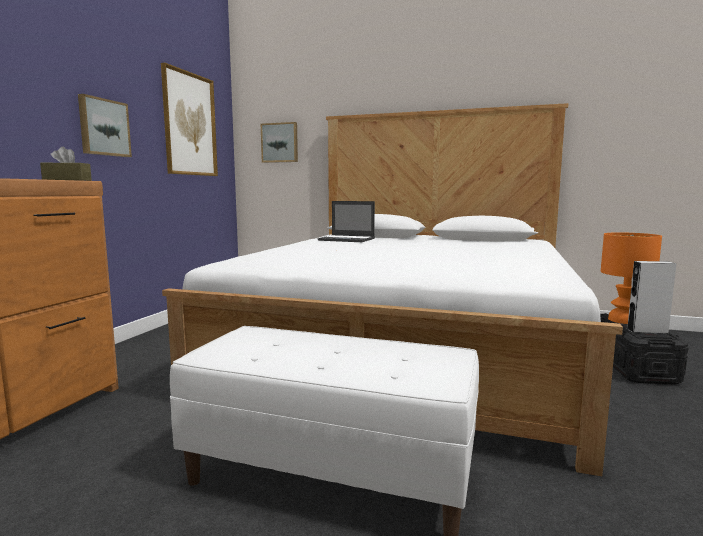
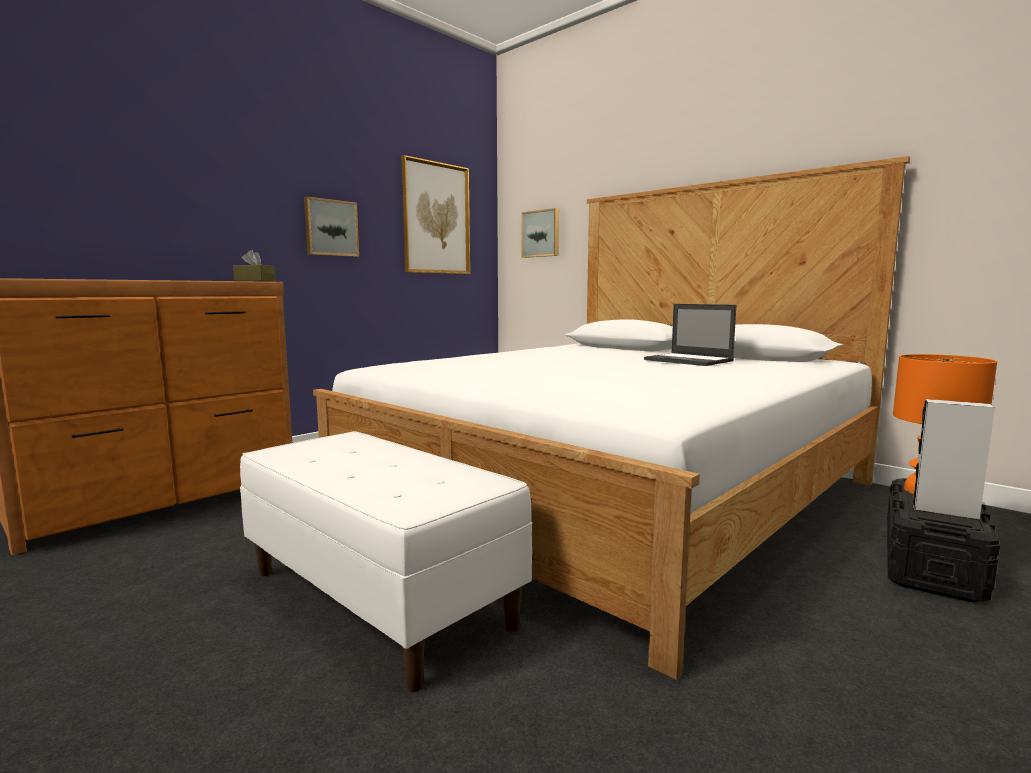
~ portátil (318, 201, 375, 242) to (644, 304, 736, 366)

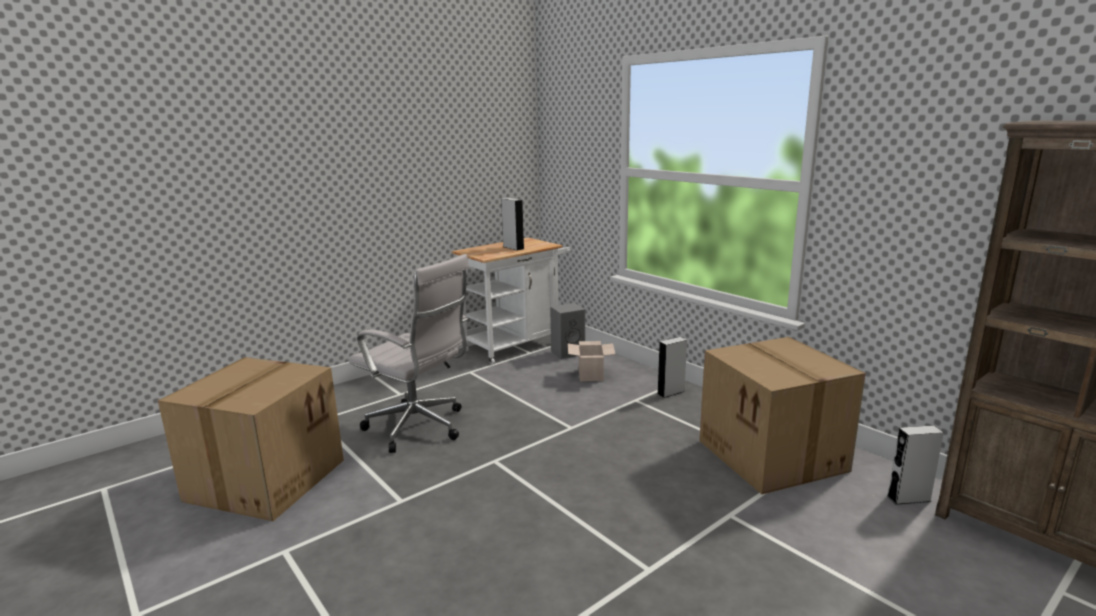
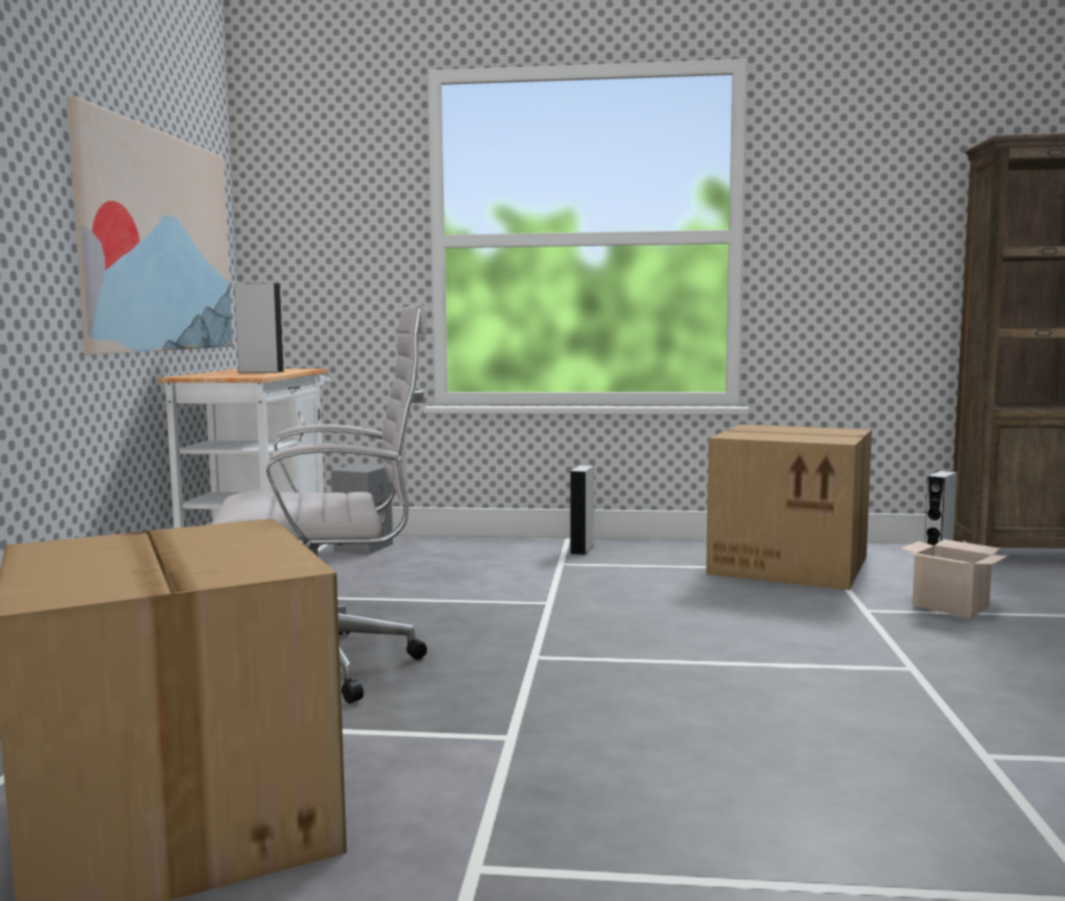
+ cuadro (67, 96, 233, 355)
~ caja de cartón (568, 341, 615, 381) to (900, 539, 1008, 618)

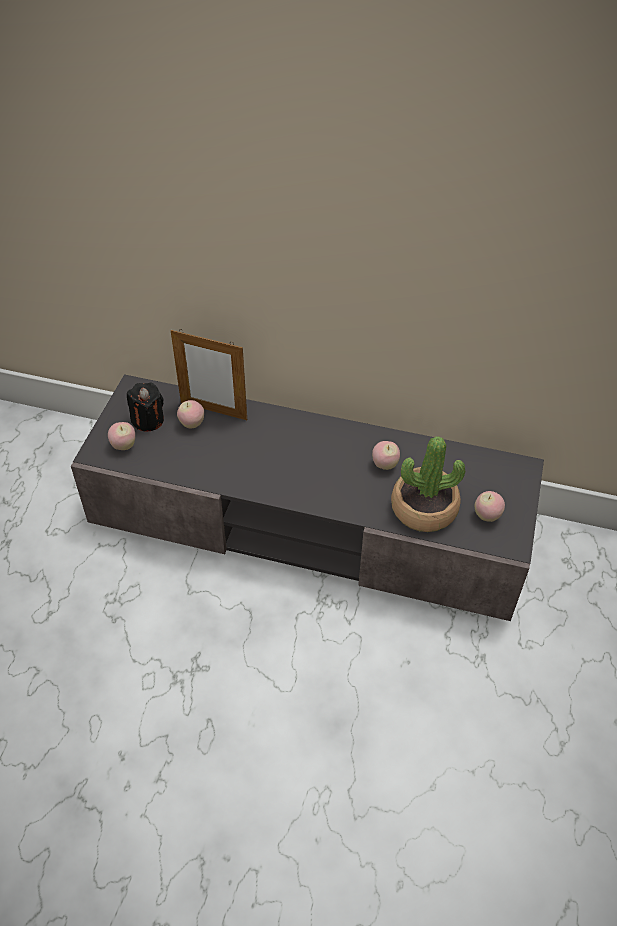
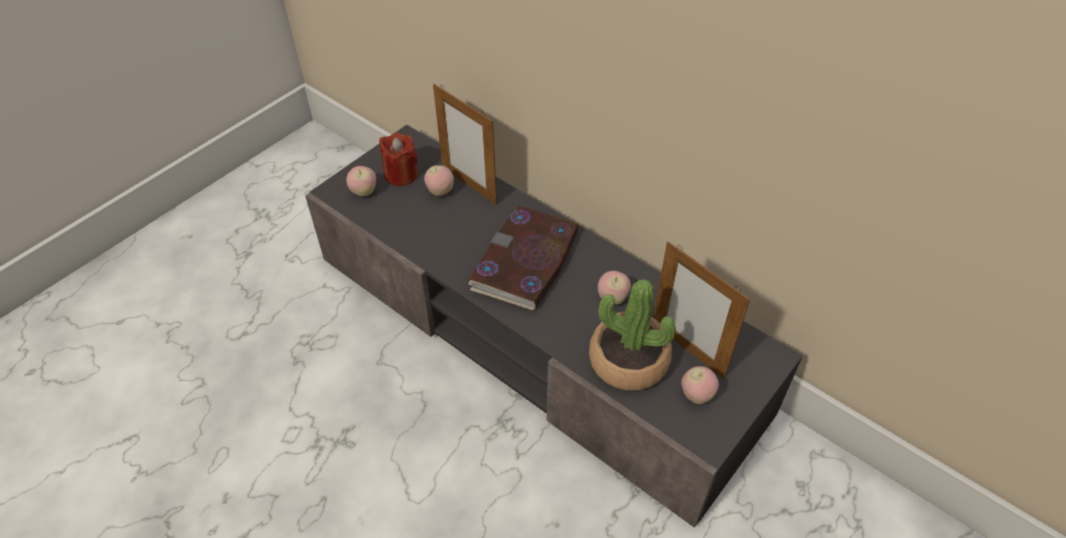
~ vela (negro) (127, 382, 164, 432) to vela (rojo) (379, 133, 418, 186)
+ libro (468, 206, 578, 311)
+ portarretratos (653, 242, 750, 379)

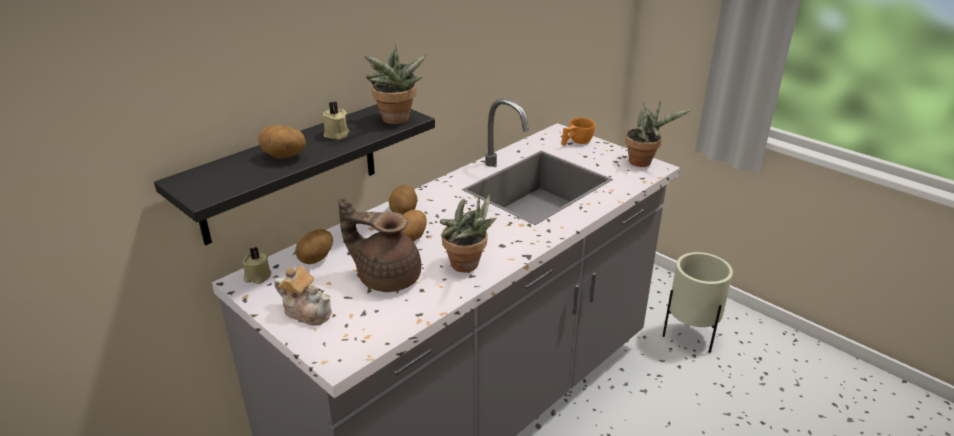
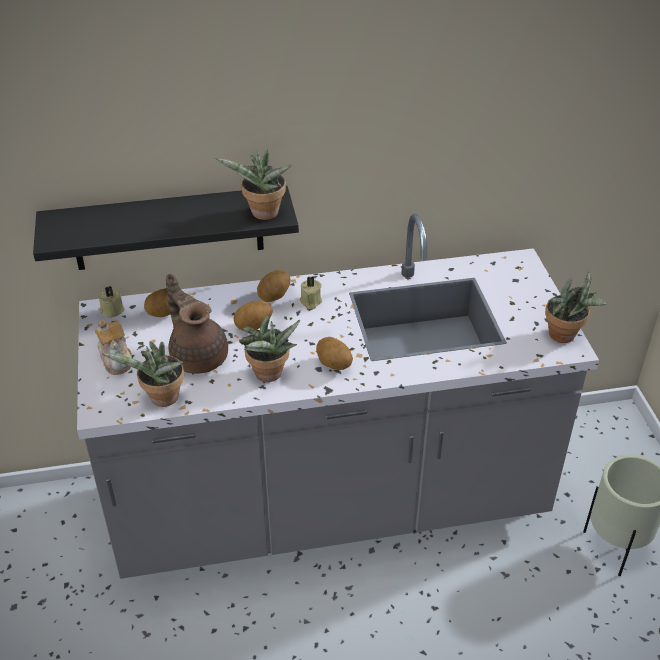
+ planta en maceta (101, 341, 184, 407)
~ vela (beis) (323, 101, 349, 140) to (300, 276, 322, 309)
~ patata (258, 126, 306, 158) to (316, 337, 353, 370)
- taza (naranja) (561, 118, 595, 145)

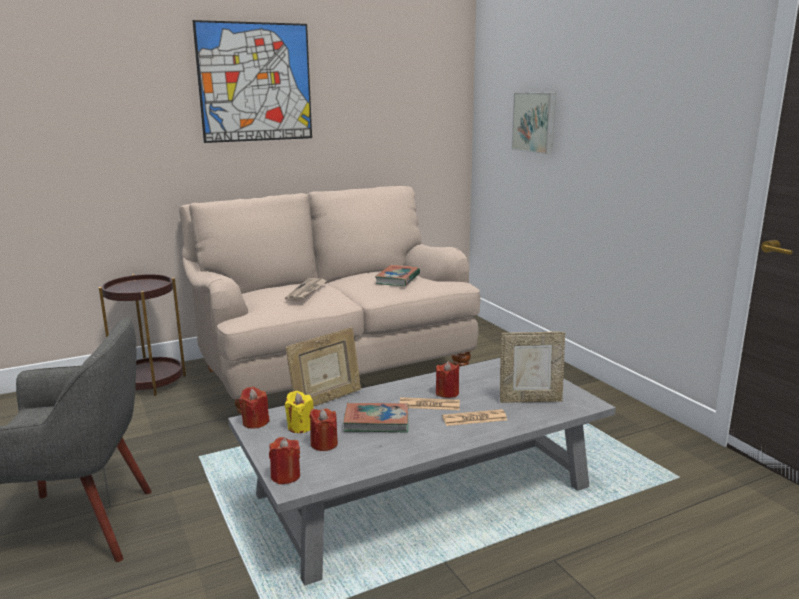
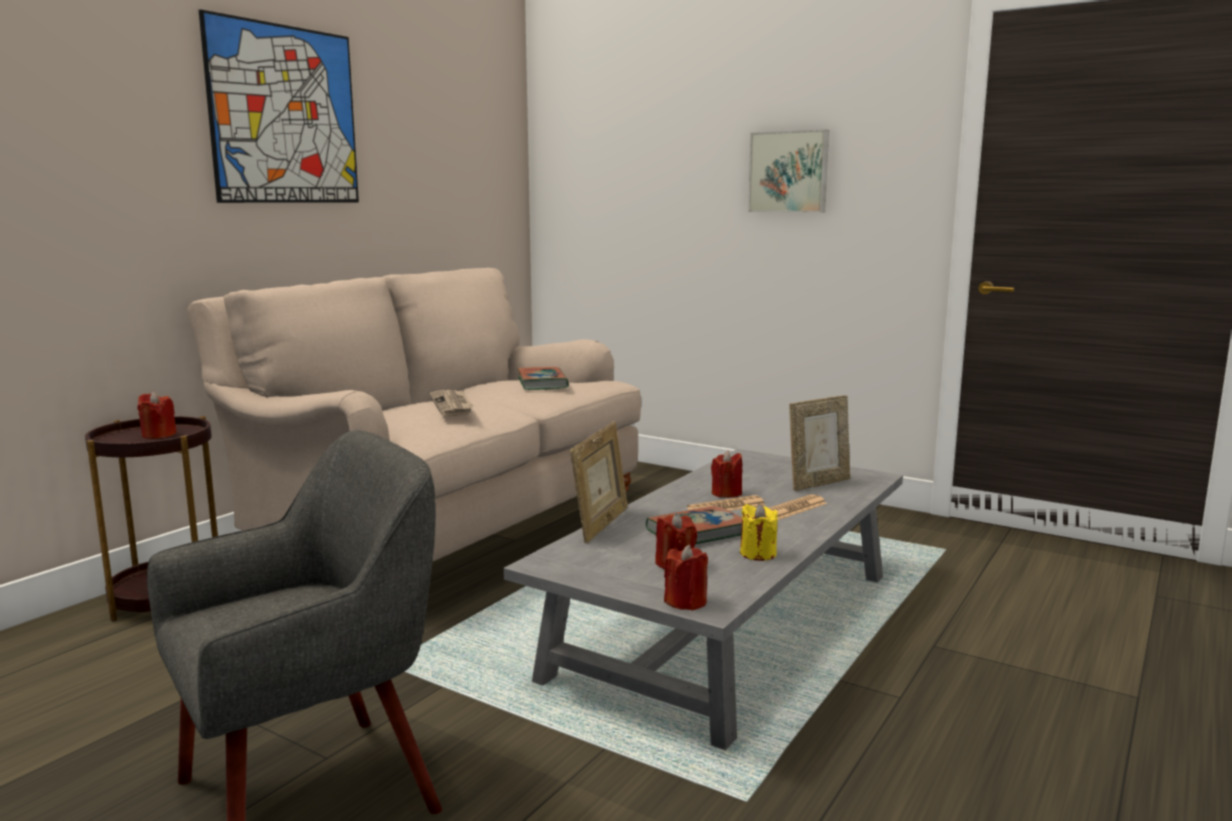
~ vela (rojo) (239, 387, 270, 429) to (137, 392, 177, 439)
~ vela (amarillo) (285, 391, 313, 433) to (740, 504, 778, 561)
~ cuadro (511, 92, 556, 154) to (748, 129, 829, 213)

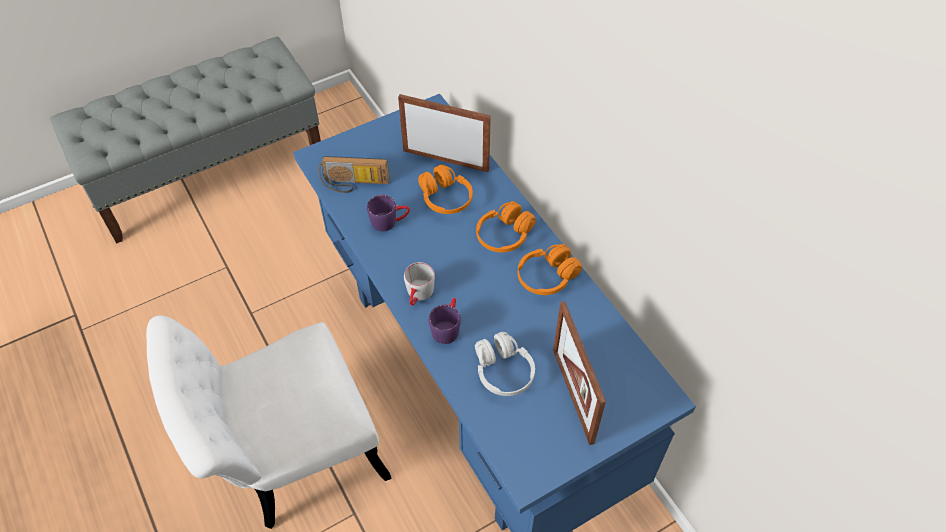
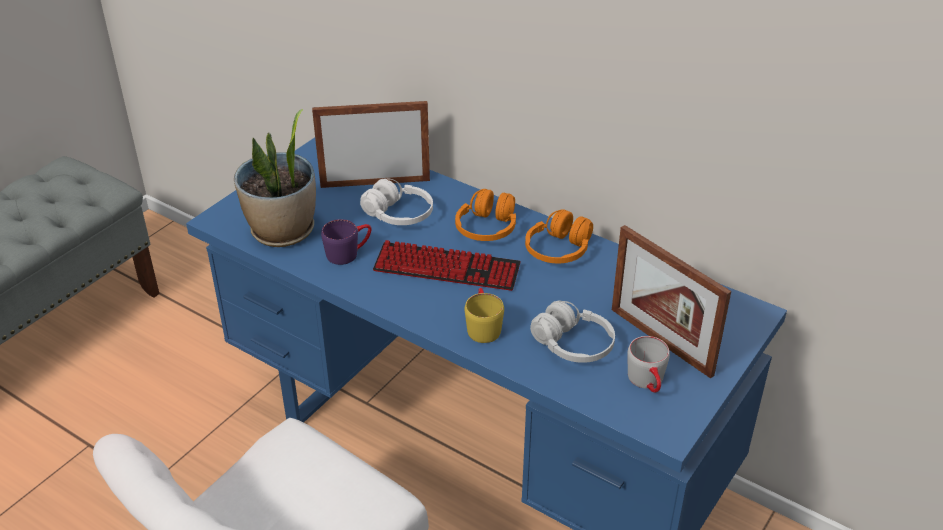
~ radio (319, 156, 389, 193) to planta en maceta (234, 109, 316, 247)
~ auriculares (naranja) (418, 165, 473, 214) to auriculares (blanco) (360, 179, 433, 225)
+ teclado (373, 240, 521, 291)
~ taza grande (morado) (429, 298, 461, 344) to taza grande (amarillo) (465, 288, 504, 343)
~ taza grande (gris) (404, 262, 435, 306) to (628, 336, 670, 393)

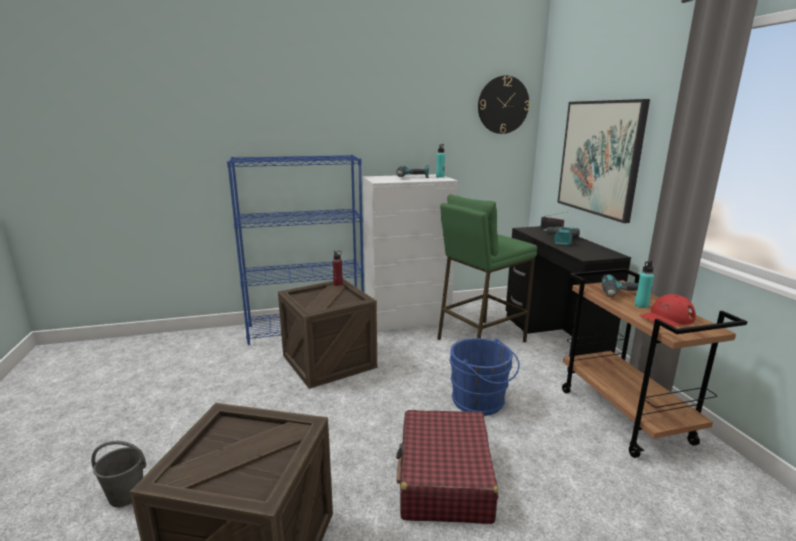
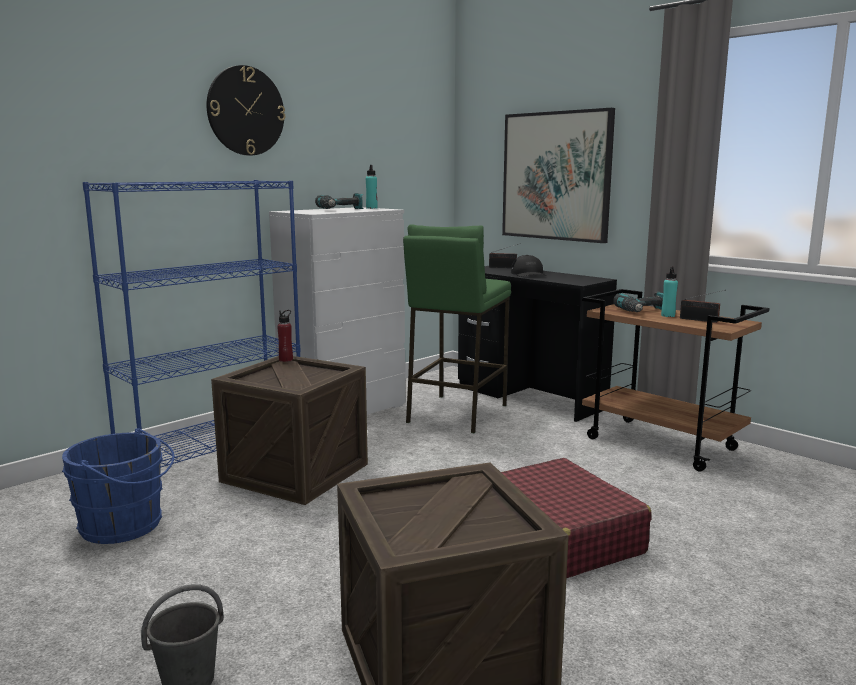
~ cubo (azul) (449, 338, 520, 416) to (62, 428, 174, 544)
~ reloj de pared (478, 75, 530, 134) to (207, 65, 285, 156)
~ taladro (543, 227, 580, 245) to gorra (negro) (511, 255, 547, 277)
~ gorra (rojo) (640, 294, 696, 327) to radio (680, 290, 725, 323)

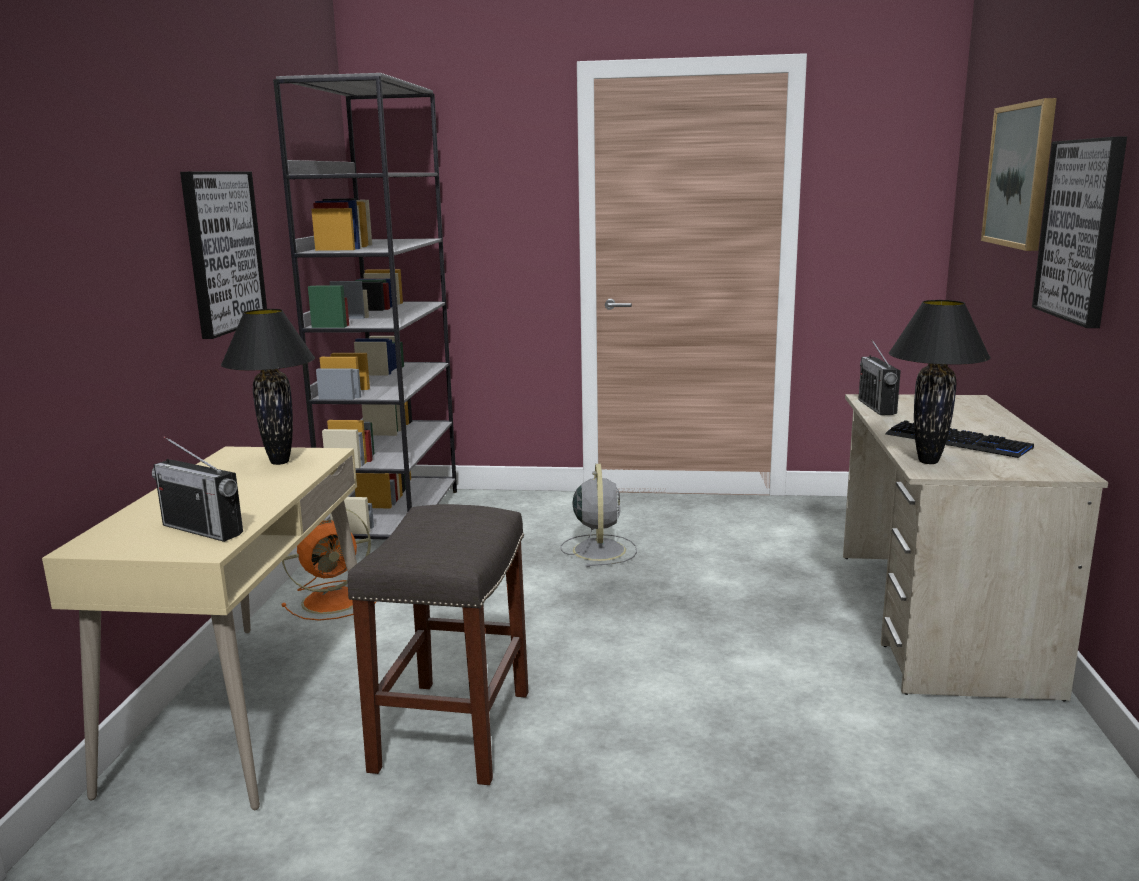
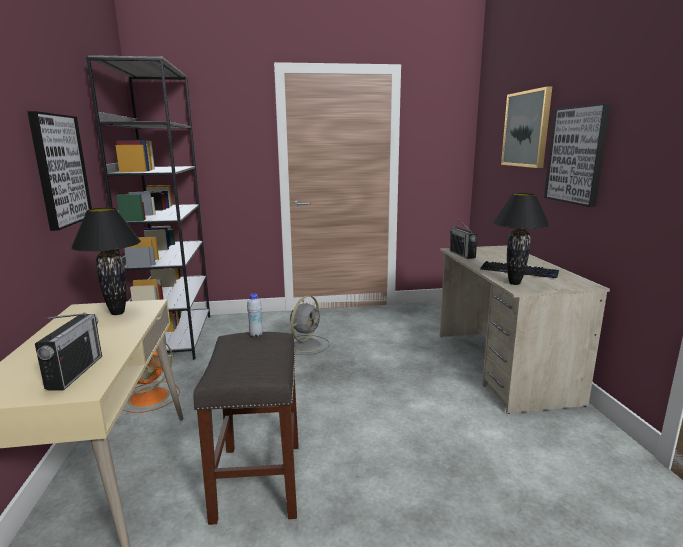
~ radio (152, 436, 243, 542) = (35, 313, 102, 390) 105 degrees counterclockwise
+ botella (blanco) (247, 293, 263, 337)
~ ventilador (gris) (561, 464, 637, 567) = (290, 295, 329, 355) 45 degrees clockwise

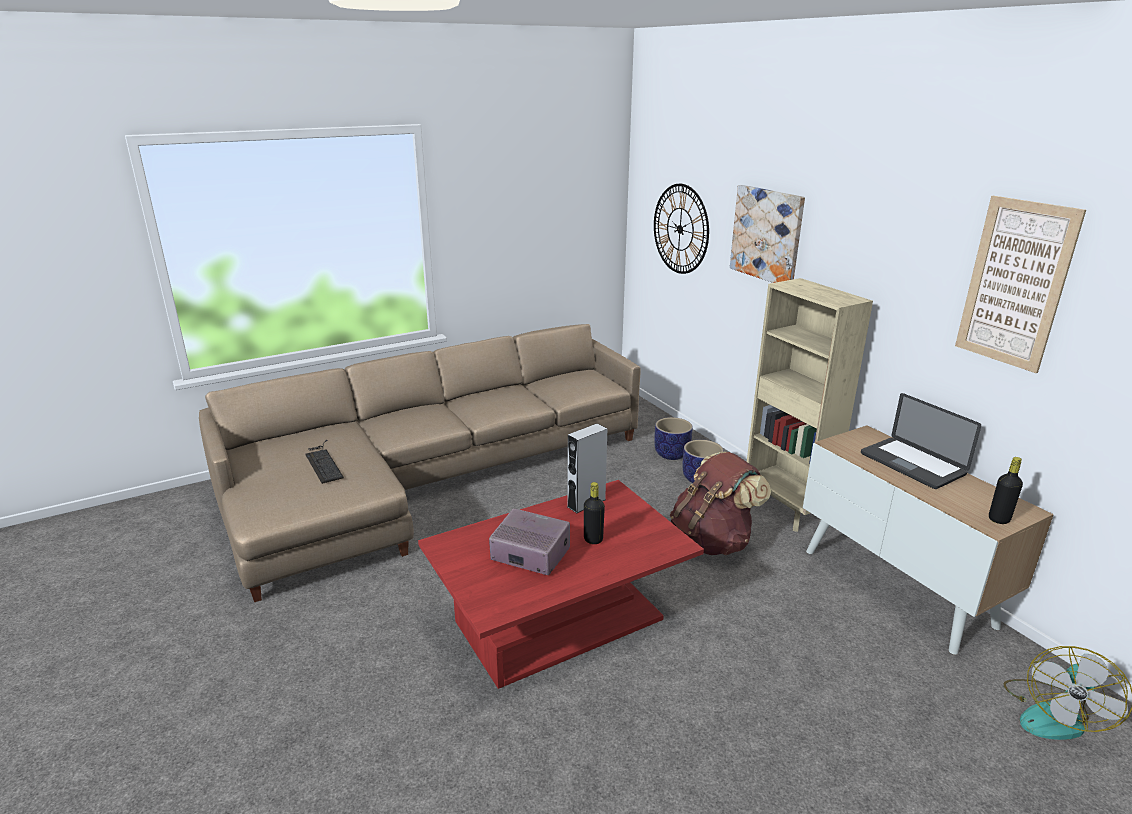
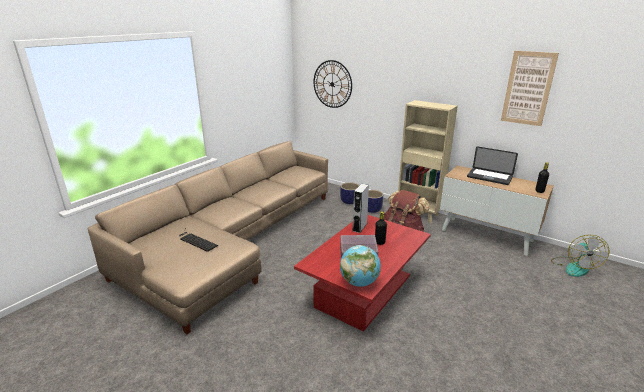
+ globo terráqueo (340, 245, 381, 287)
- cuadro (730, 185, 805, 283)

